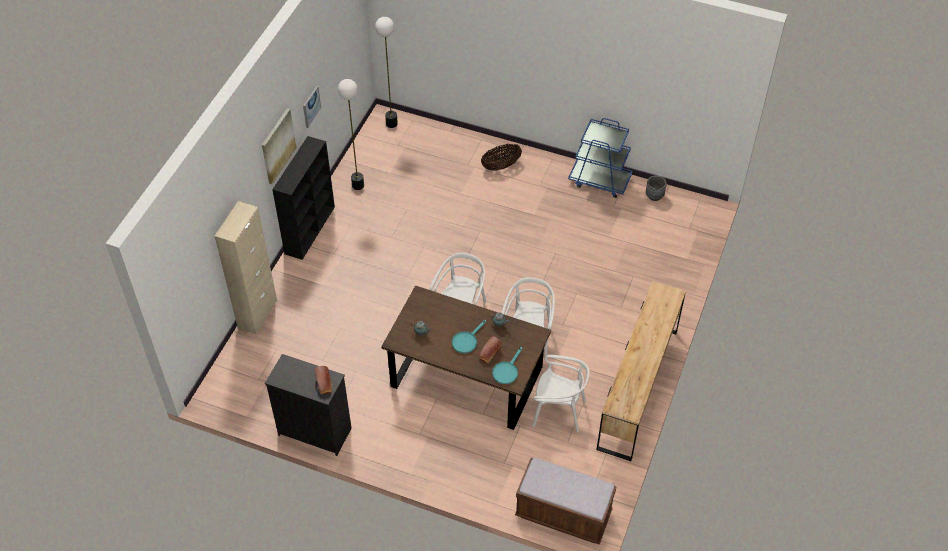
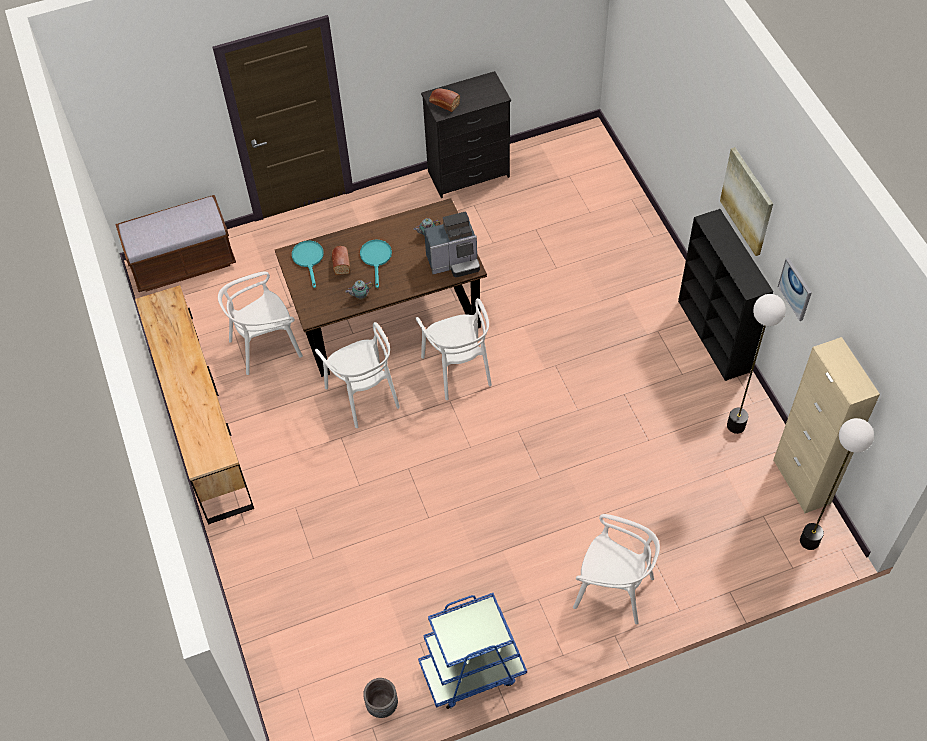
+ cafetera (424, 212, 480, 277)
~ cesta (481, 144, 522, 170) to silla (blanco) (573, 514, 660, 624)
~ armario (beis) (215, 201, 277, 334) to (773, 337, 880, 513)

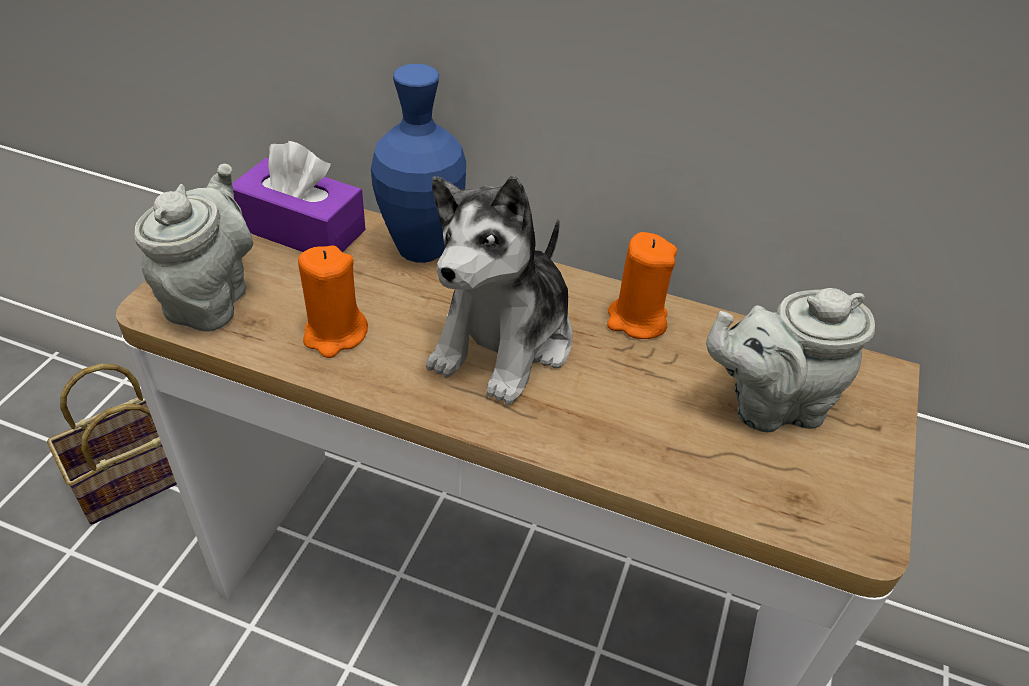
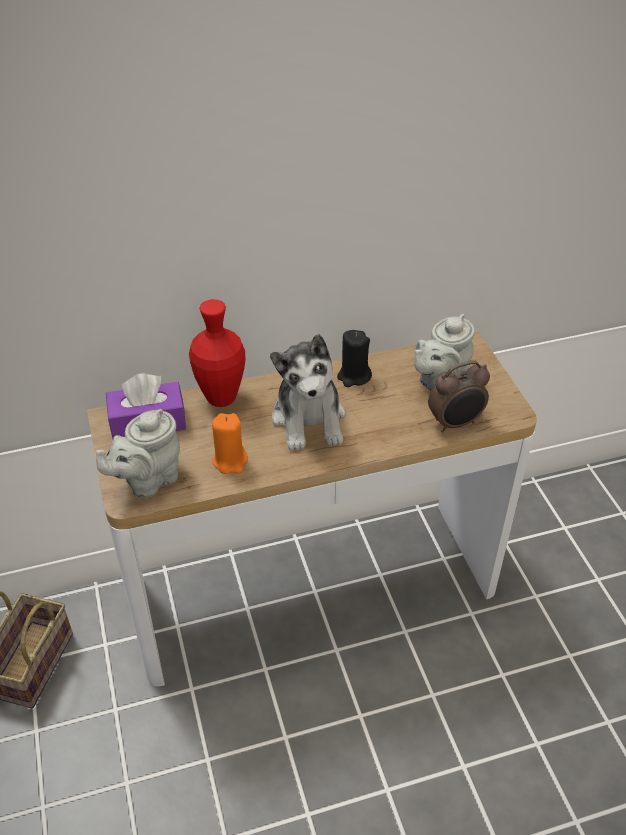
~ tetera (gris) (134, 164, 253, 332) = (96, 409, 180, 498) 105 degrees counterclockwise
~ florero (azul) (371, 64, 466, 263) to florero (rojo) (189, 299, 246, 407)
~ vela (naranja) (607, 232, 677, 339) to vela (negro) (337, 330, 372, 387)
+ despertador (428, 360, 490, 433)

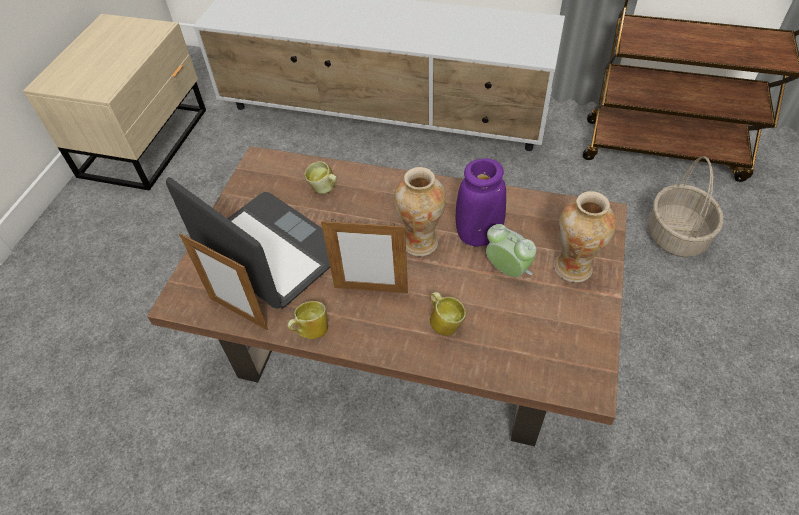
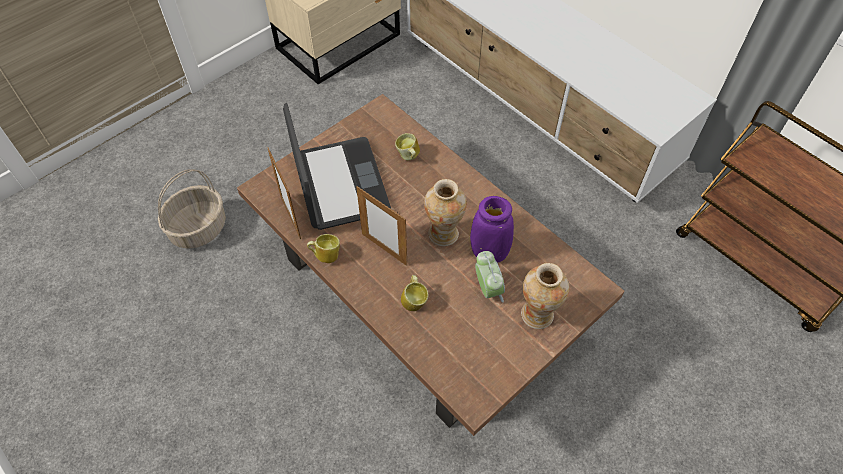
~ cesta (649, 156, 723, 257) to (158, 169, 226, 249)

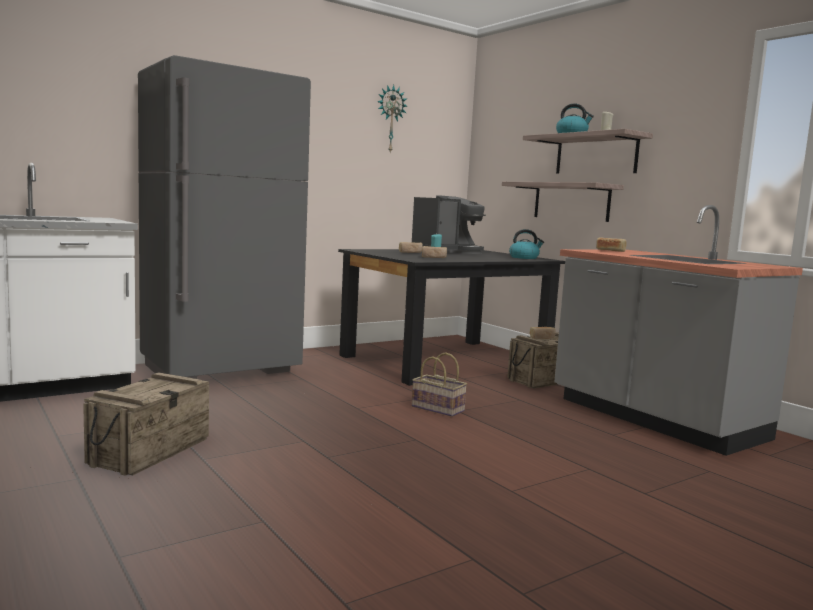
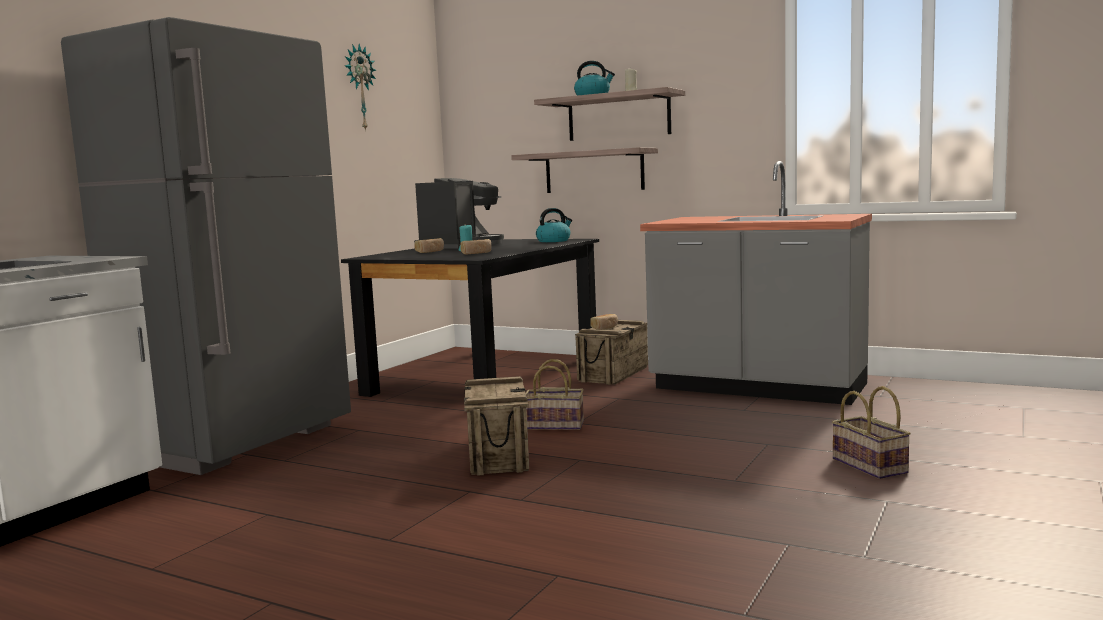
~ caja de embalaje (83, 372, 209, 476) to (464, 376, 529, 476)
+ cesta (832, 386, 911, 479)
- pan (596, 237, 627, 252)

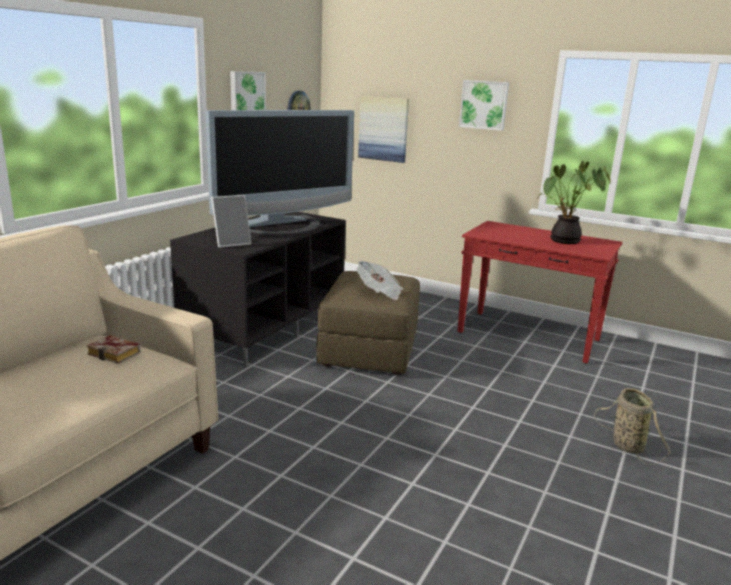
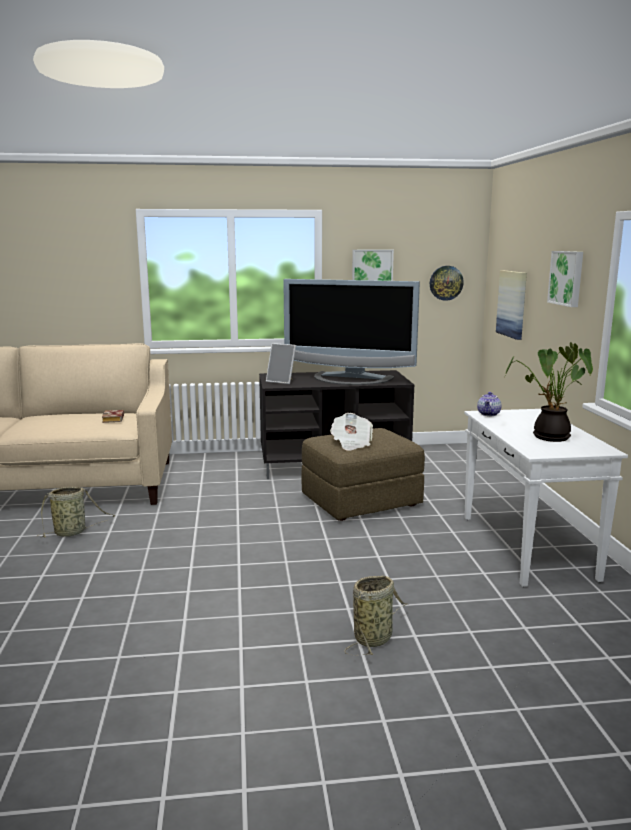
+ cesta (37, 487, 116, 538)
~ mesa consola (rojo) (458, 221, 622, 364) to mesa consola (blanco) (464, 409, 628, 587)
+ tetera (477, 392, 501, 416)

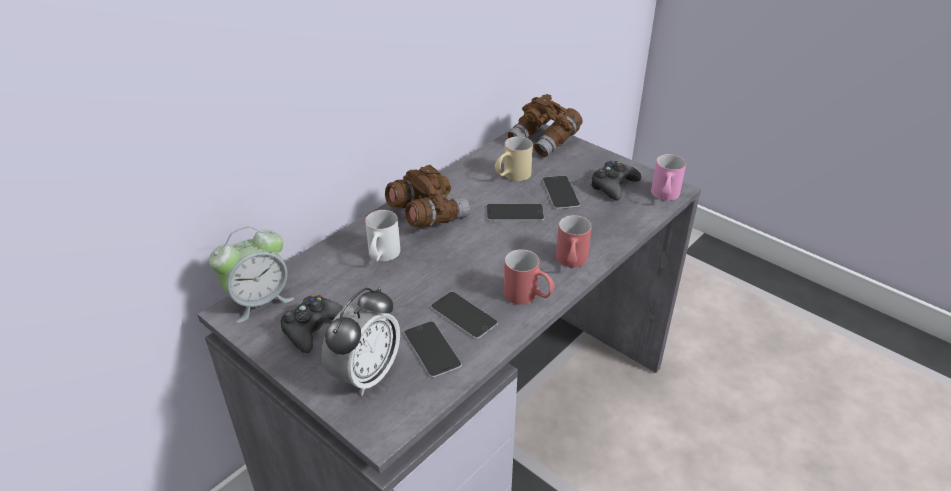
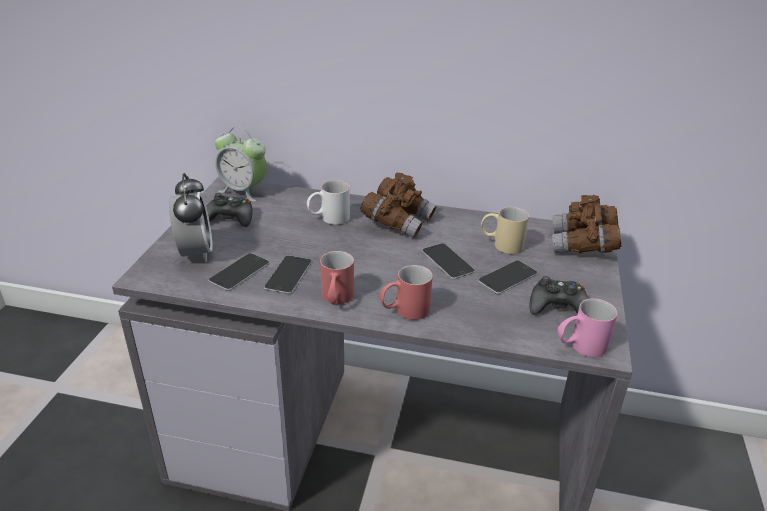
~ despertador (322, 288, 400, 396) = (169, 173, 213, 262) 105 degrees counterclockwise

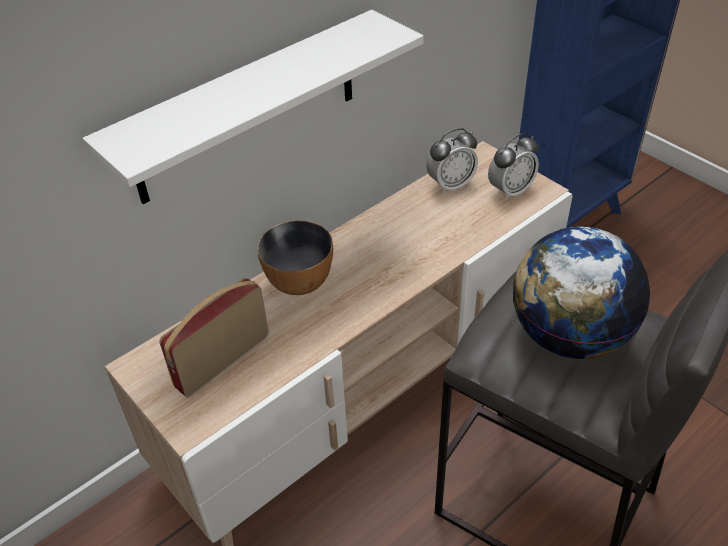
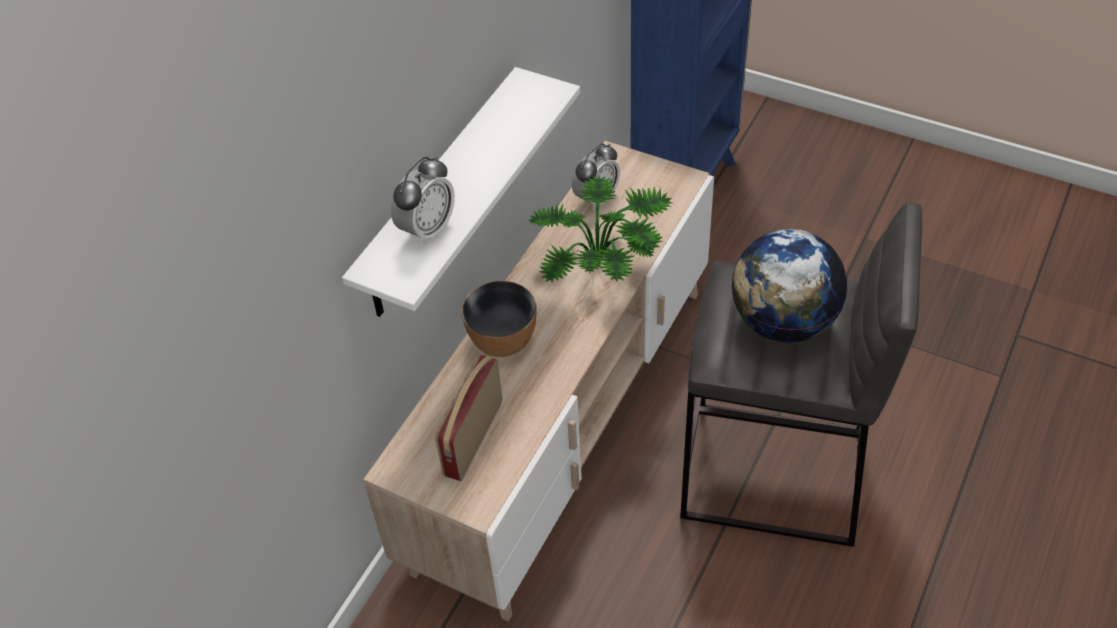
~ despertador (488, 133, 539, 200) to (391, 156, 455, 245)
+ planta en maceta (529, 176, 672, 282)

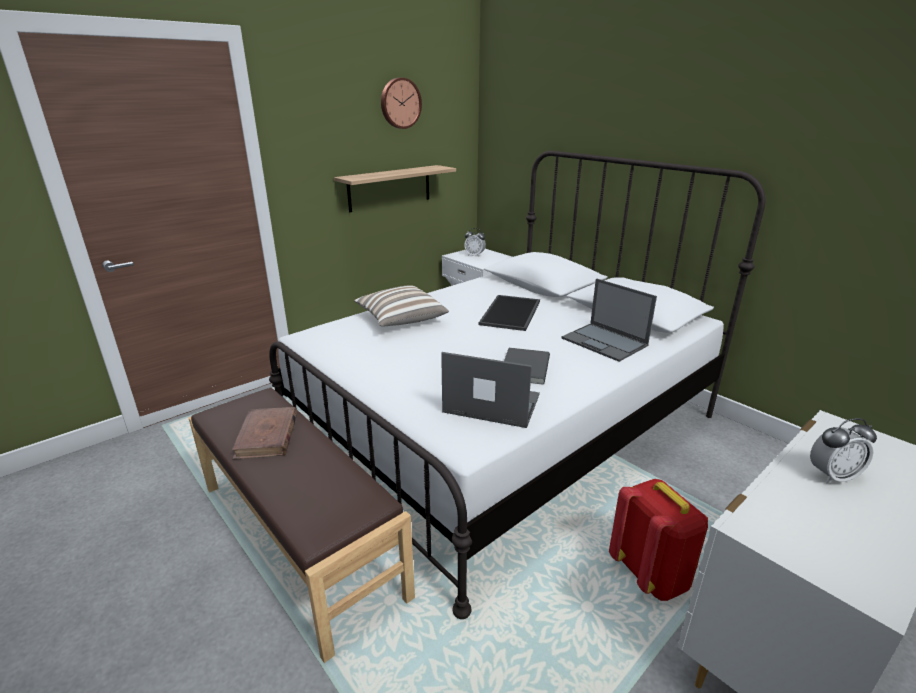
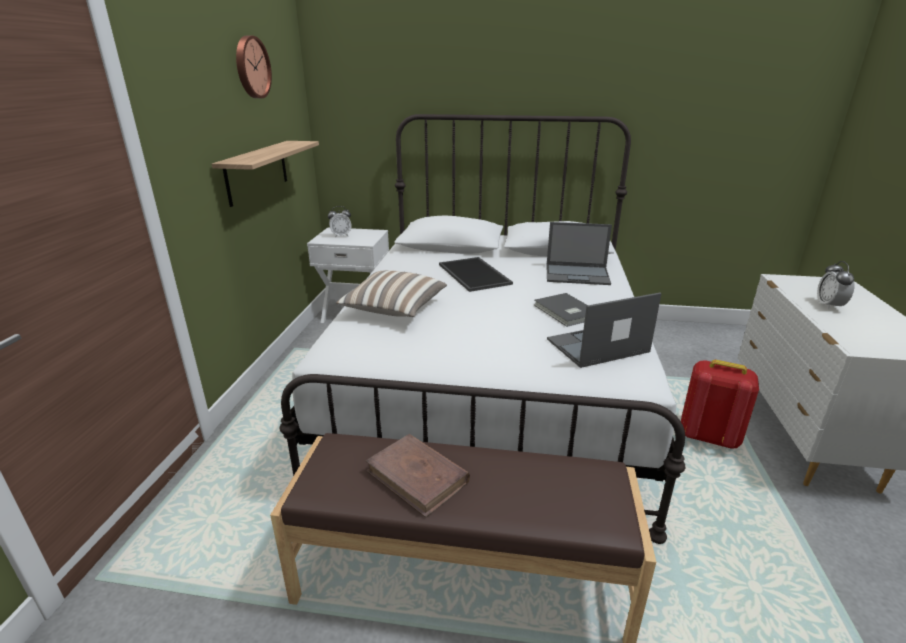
~ despertador (810, 418, 877, 483) = (817, 261, 855, 310) 150 degrees clockwise

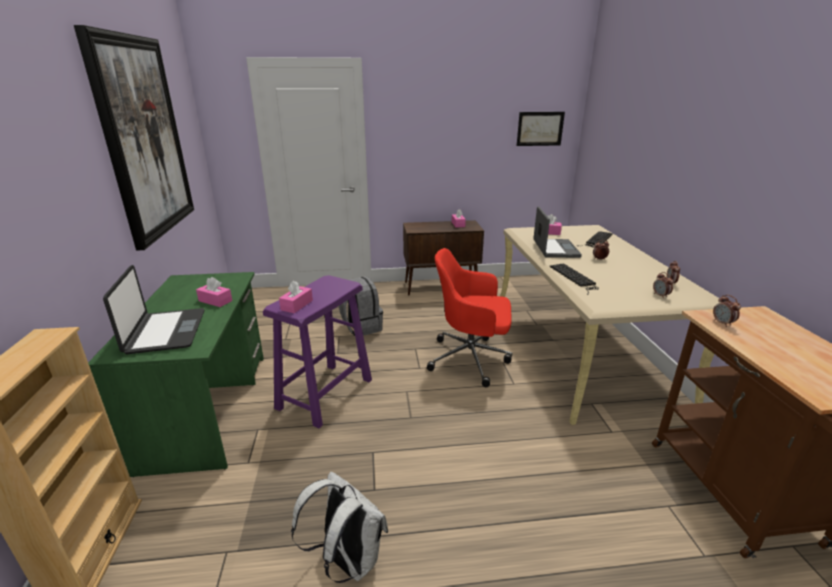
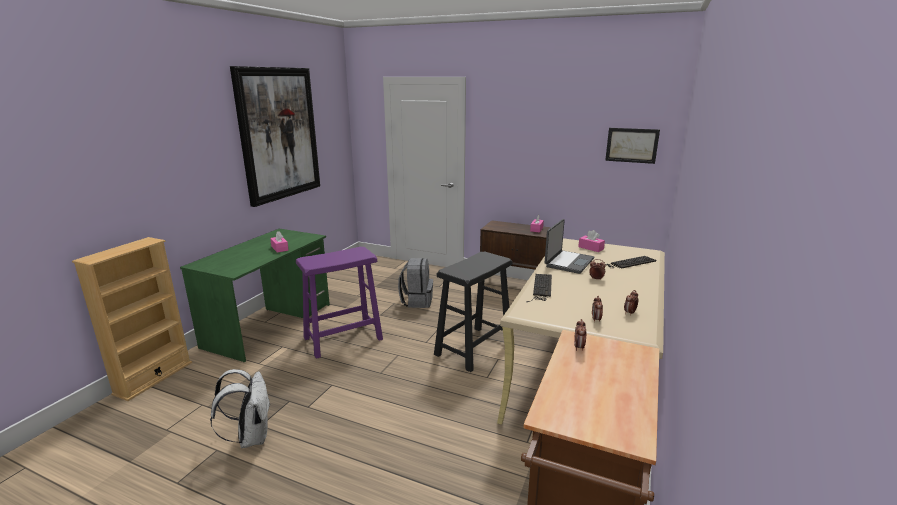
~ silla de oficina (rojo) (427, 248, 512, 387) to taburete (negro) (434, 252, 513, 372)
- portátil (103, 265, 205, 354)
- caja de pañuelos (rosa) (279, 280, 313, 313)

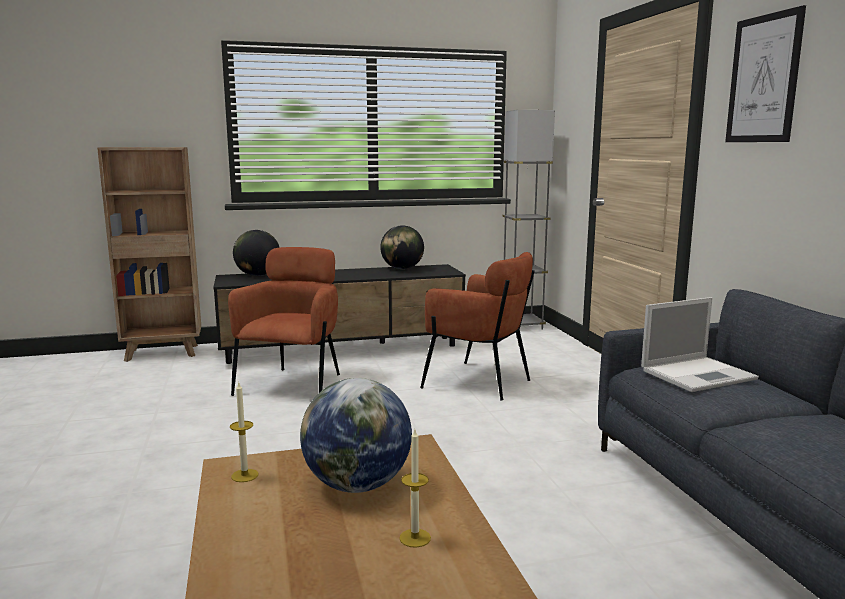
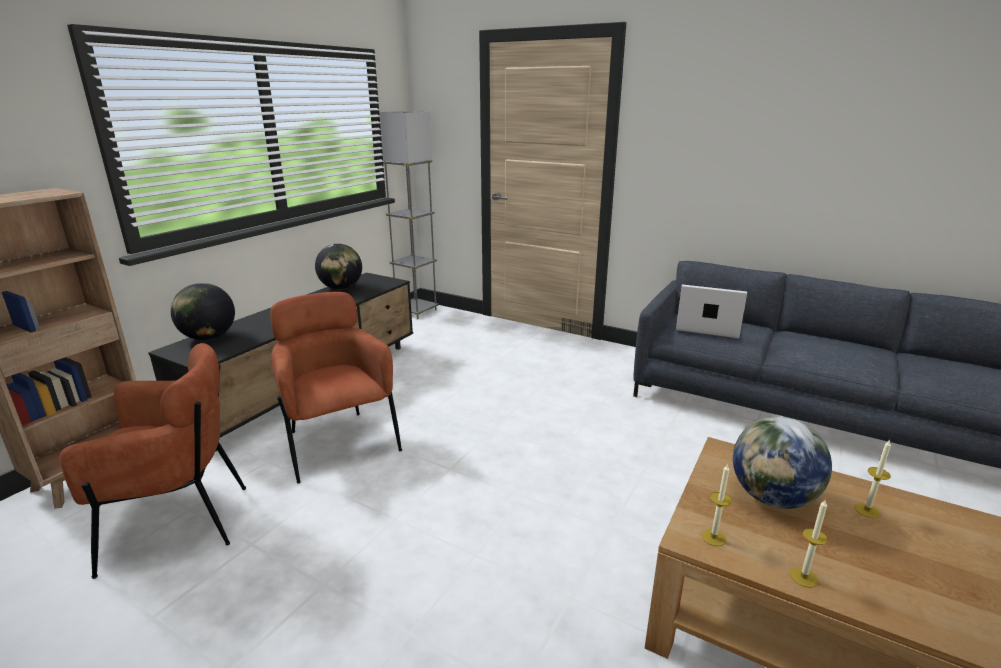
~ sillón (marrón) (420, 252, 535, 401) to (59, 343, 246, 579)
~ portátil (641, 297, 759, 392) = (676, 284, 747, 338) 90 degrees counterclockwise
+ vela (790, 499, 828, 588)
- cuadro (725, 5, 806, 142)

